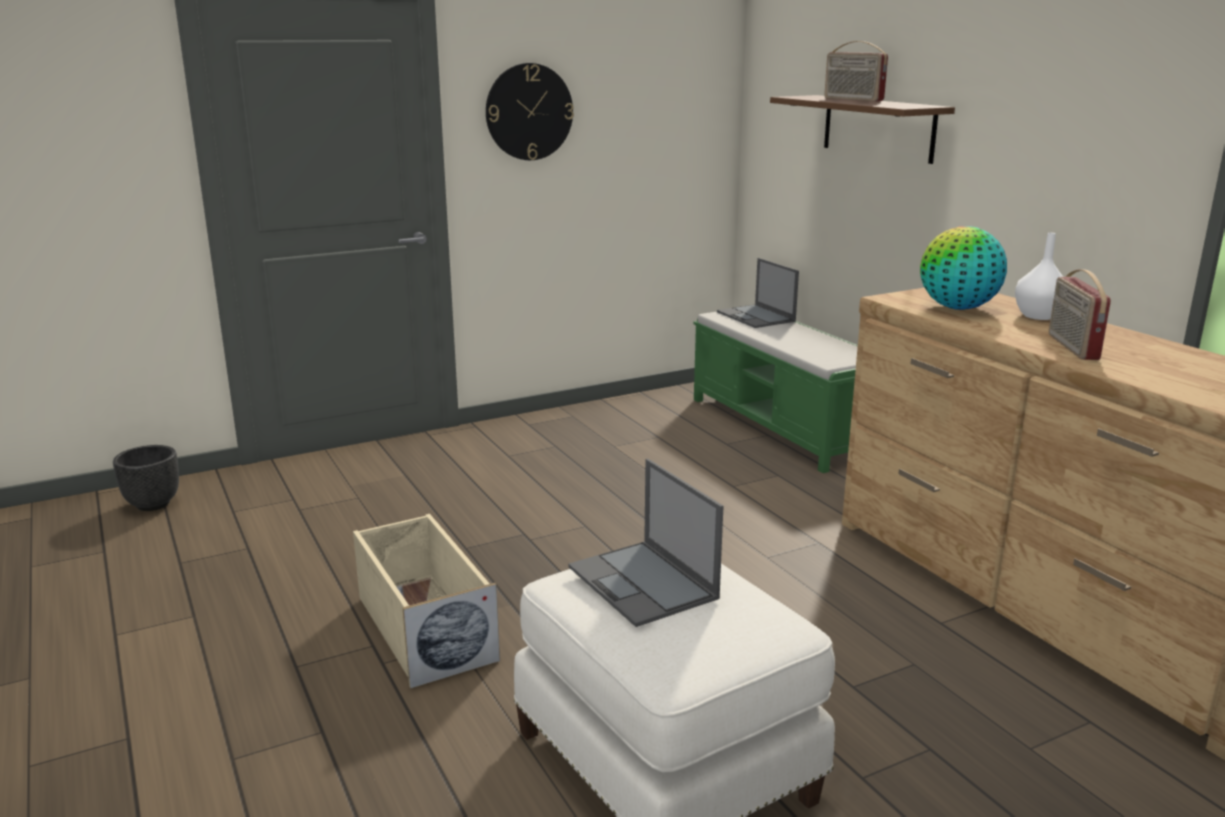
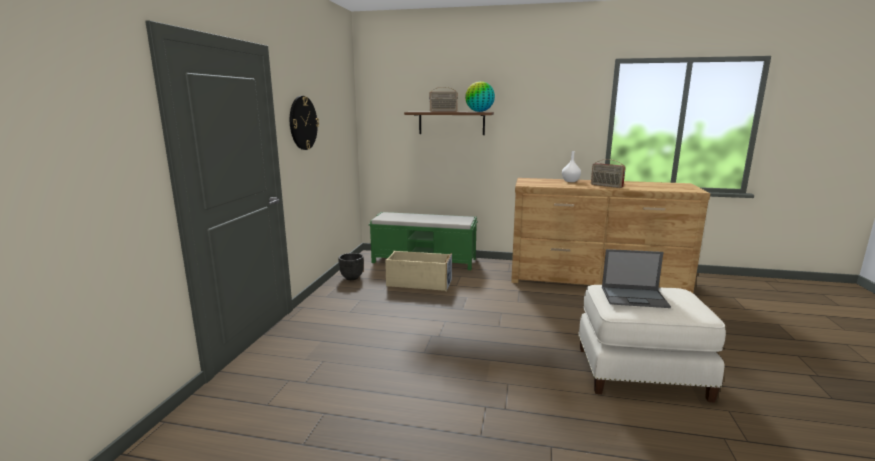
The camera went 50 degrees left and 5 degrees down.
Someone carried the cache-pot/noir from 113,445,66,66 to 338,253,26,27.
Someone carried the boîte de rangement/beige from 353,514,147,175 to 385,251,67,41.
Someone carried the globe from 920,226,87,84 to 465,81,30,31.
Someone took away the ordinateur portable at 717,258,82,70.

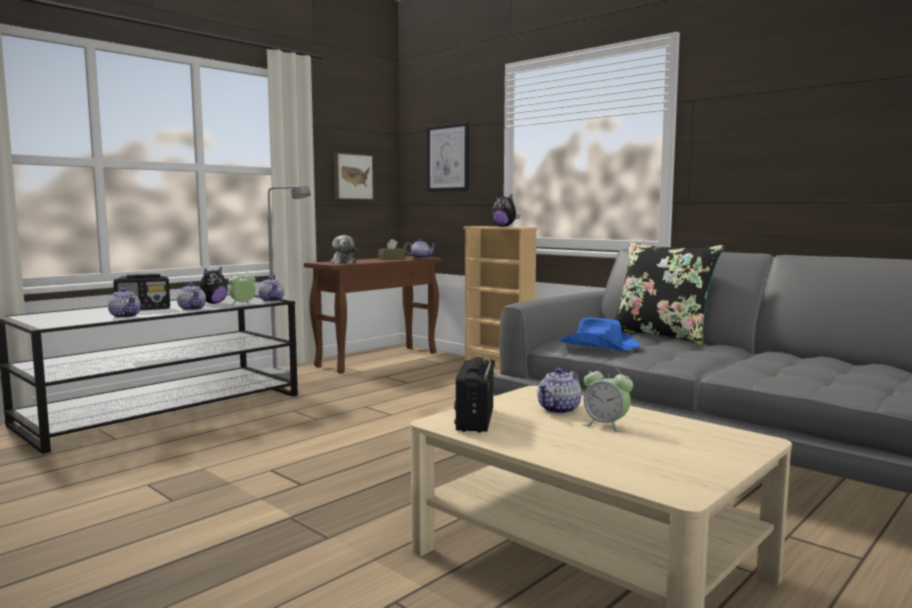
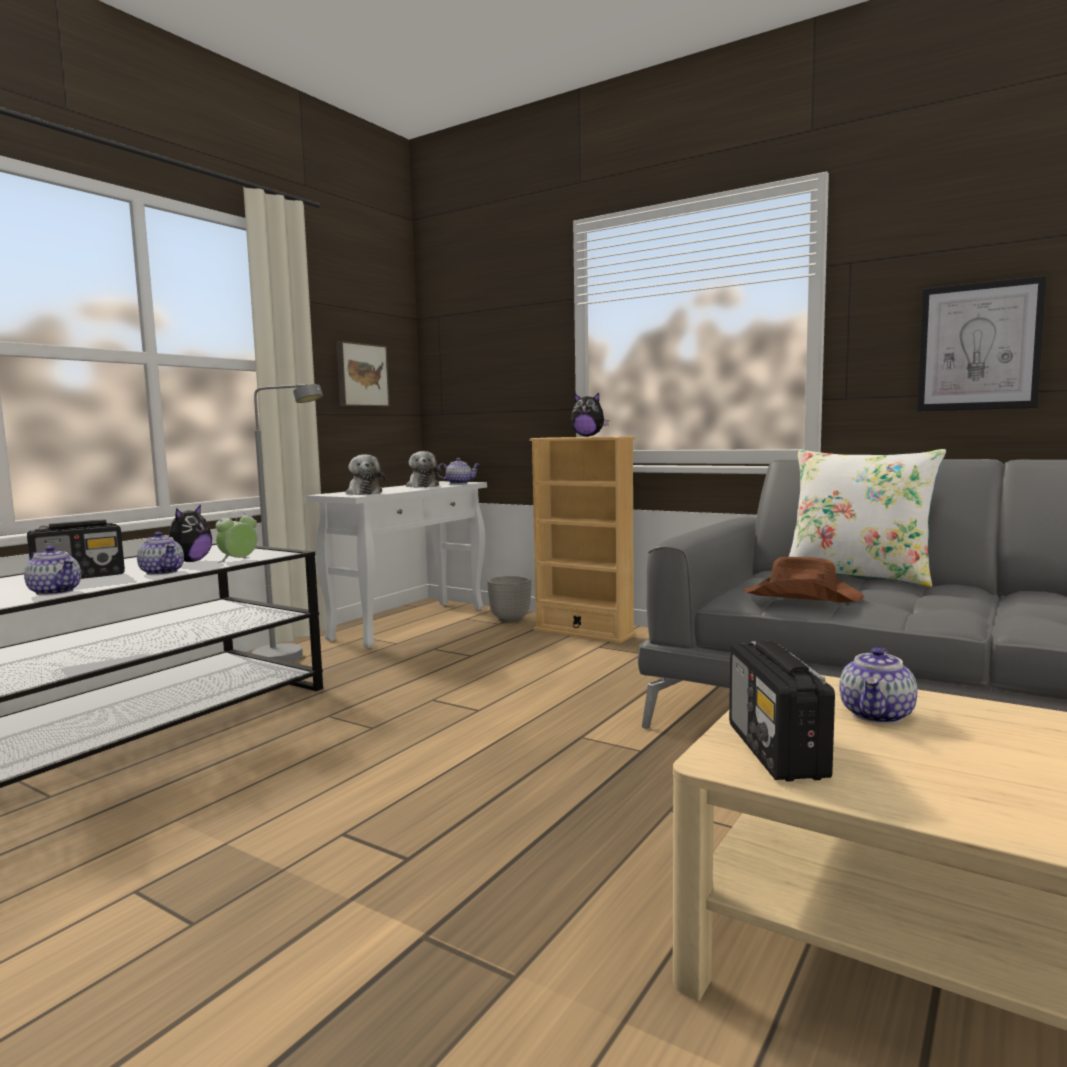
The camera went 10 degrees left and 0 degrees up.
Someone repainted the table console/marron at 304,256,138,117, which became the table console/blanc at 306,481,181,167.
Someone swapped the boîte à mouchoirs/marron at 378,239,27,21 for the peluche at 406,451,35,37.
Someone put down the cache-pot at 487,576,44,47.
Someone repainted the chapeau/bleu at 559,317,81,34, which became the chapeau/marron at 743,557,121,46.
Someone repainted the coussin/noir at 614,242,110,103, which became the coussin/blanc at 789,449,157,138.
Someone carried the tableau from 427,122,42,70 to 917,275,129,136.
Someone took away the théière at 258,276,26,26.
Someone took away the réveil at 583,365,50,67.

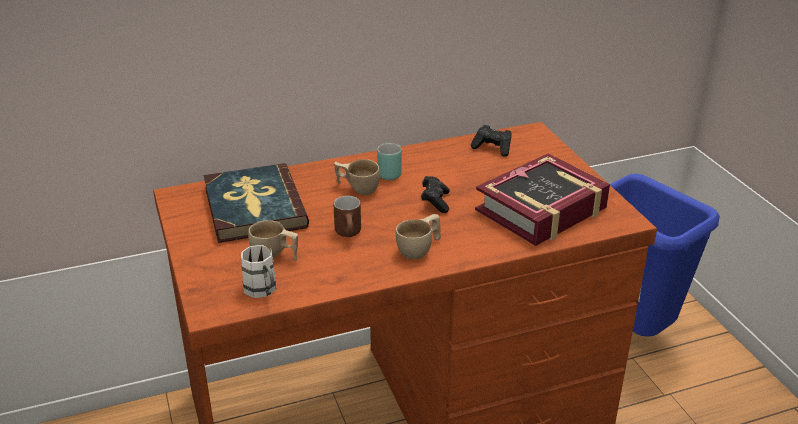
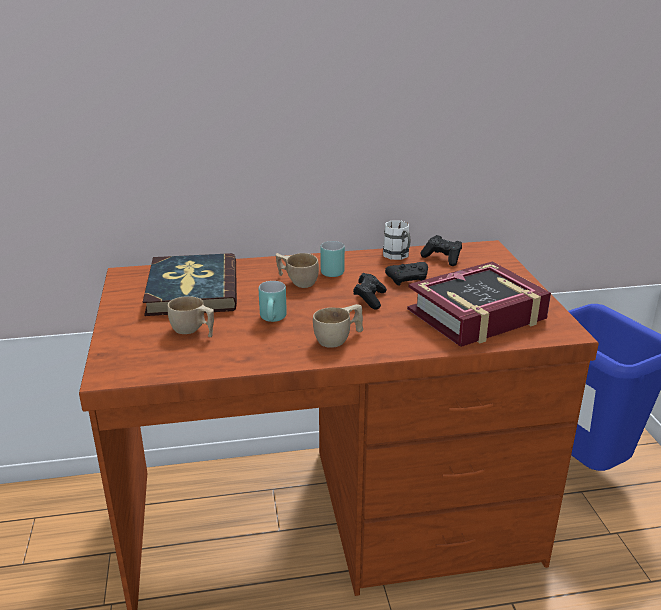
The camera went 10 degrees right and 5 degrees down.
Someone repainted the mug/marron at 334,196,27,41, which became the mug/turquoise at 259,281,28,41.
Someone carried the mug/blanc from 241,245,36,53 to 383,220,27,40.
Someone put down the manette/noir at 385,262,43,24.

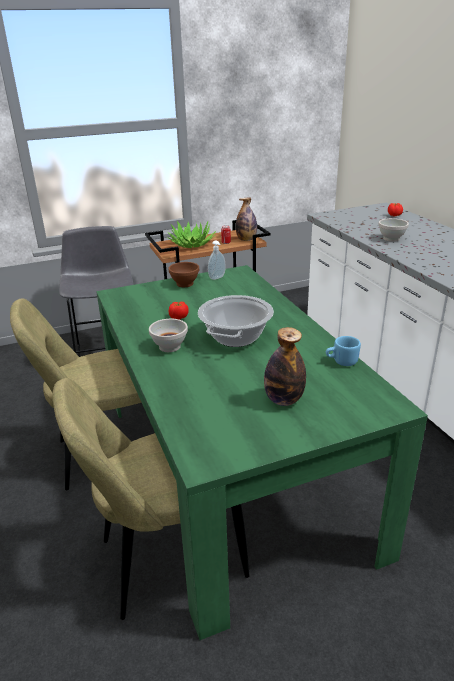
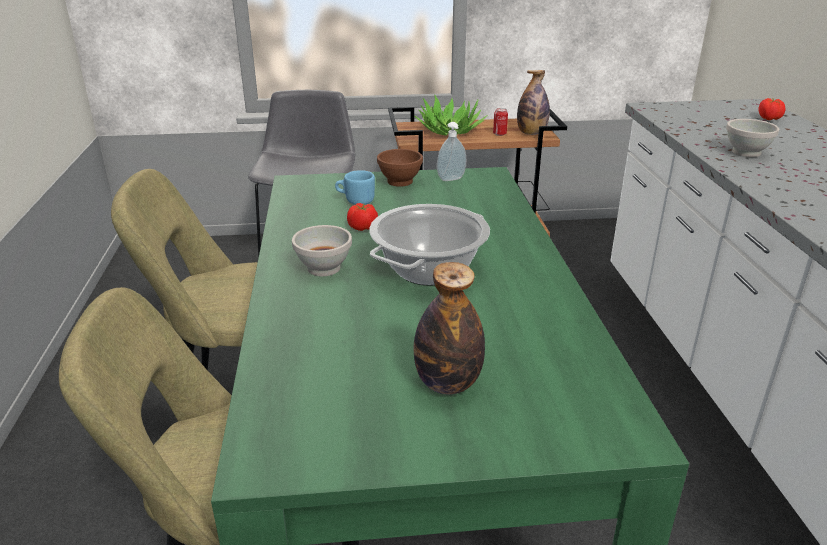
The camera went 15 degrees right and 0 degrees up.
Someone carried the mug/bleu from 326,336,35,30 to 335,170,40,35.

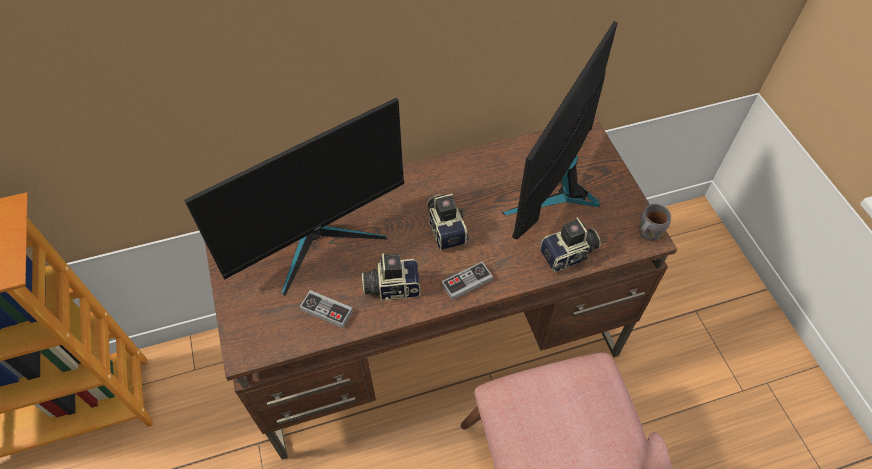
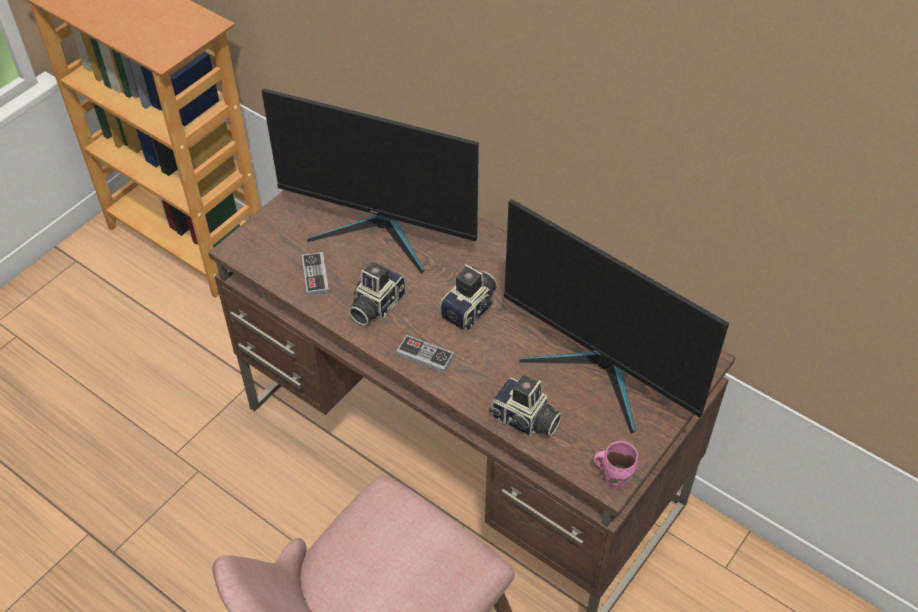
The camera went 55 degrees right and 5 degrees down.
Someone rotated the appareil photo at 362,253,59,48 by 105 degrees counterclockwise.
Someone rotated the écran d'ordinateur at 502,21,116,218 by 135 degrees counterclockwise.
Someone repainted the mug/gris at 639,204,32,37, which became the mug/rose at 593,441,45,47.

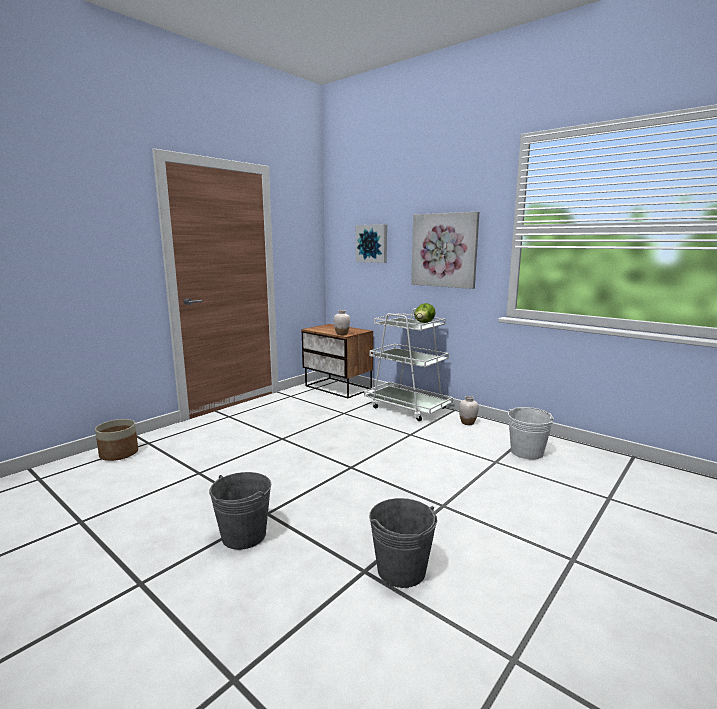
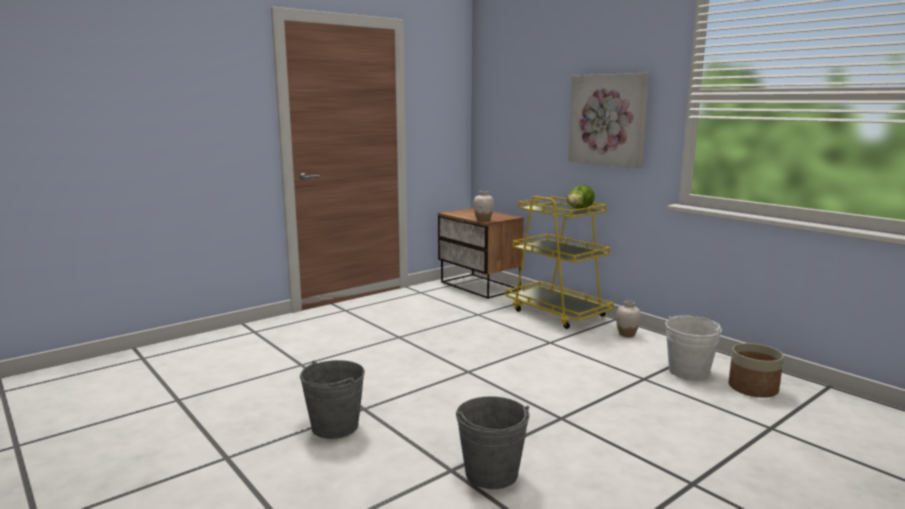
The camera went 10 degrees right and 0 degrees up.
Someone repainted the chariot/blanc at 364,308,89,113, which became the chariot/jaune at 505,196,109,133.
Someone carried the cache-pot from 95,419,43,42 to 729,343,55,54.
Someone took away the tableau at 356,224,31,39.

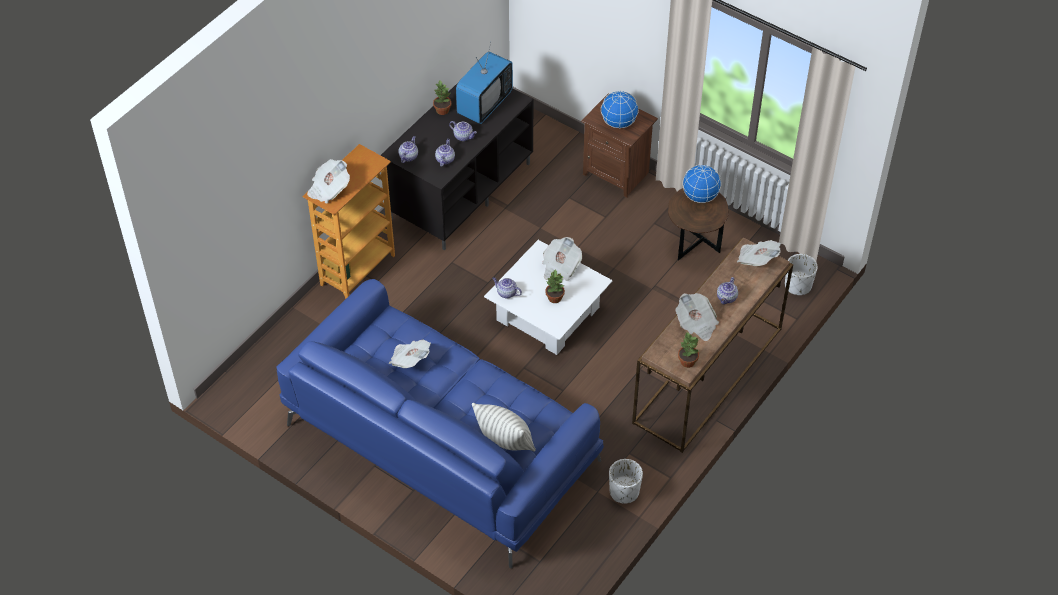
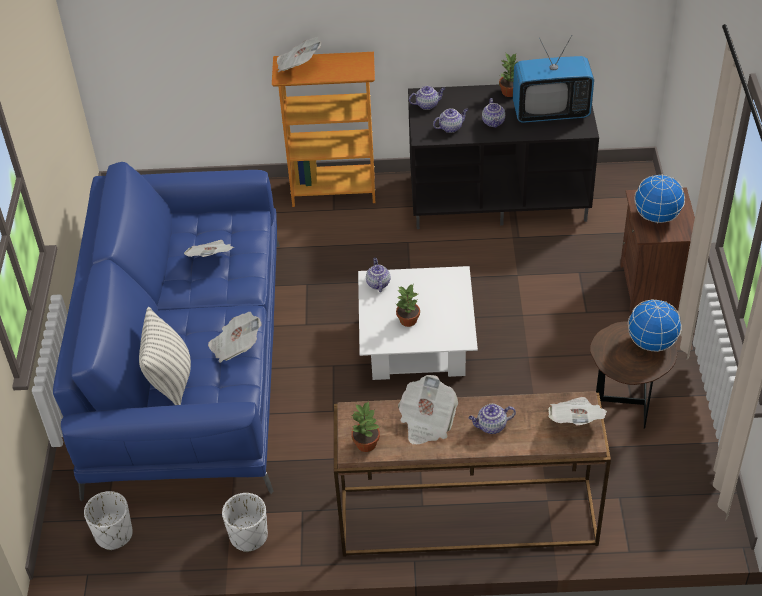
The camera went 55 degrees right and 5 degrees down.
Someone carried the cache-pot/blanc from 785,254,33,41 to 84,491,49,59.
Someone carried the journal from 542,237,40,44 to 208,312,54,51.

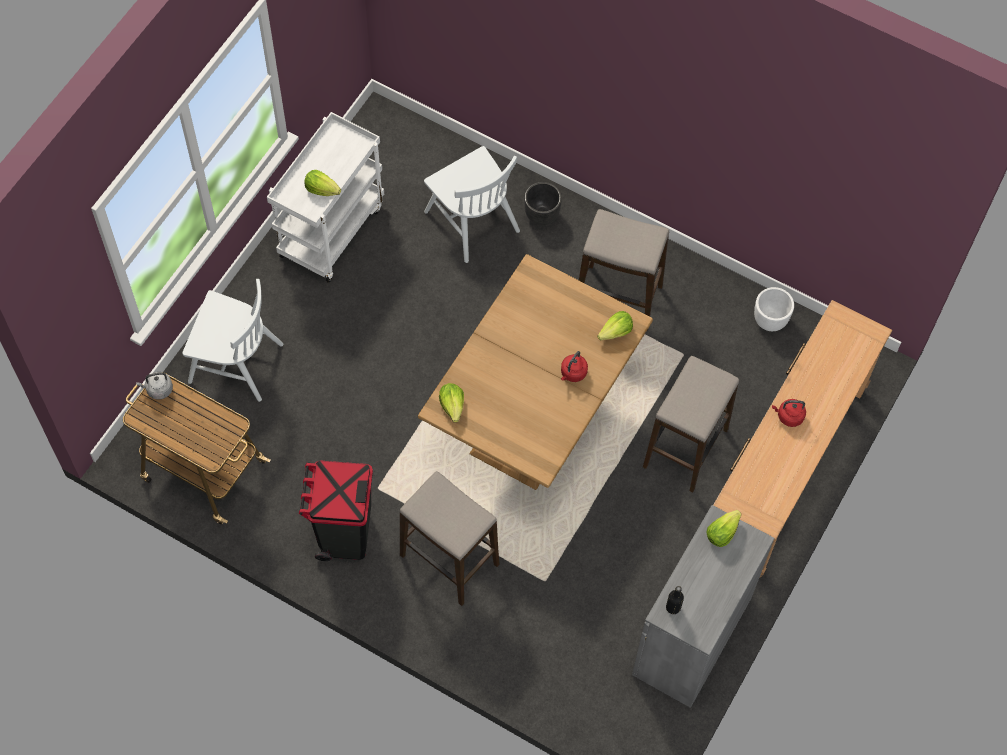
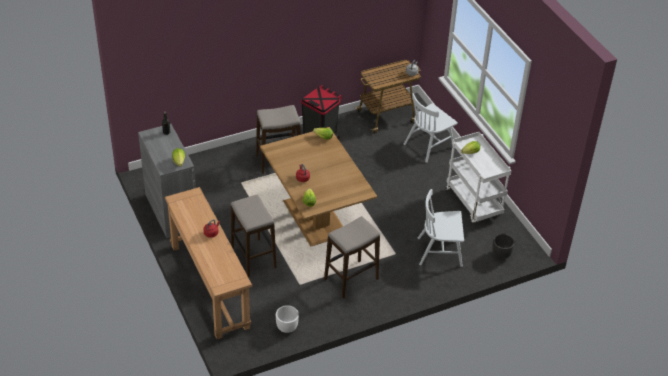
The camera went 125 degrees right and 20 degrees down.
Someone carried the cache-pot/noir from 524,182,38,43 to 492,234,23,25.

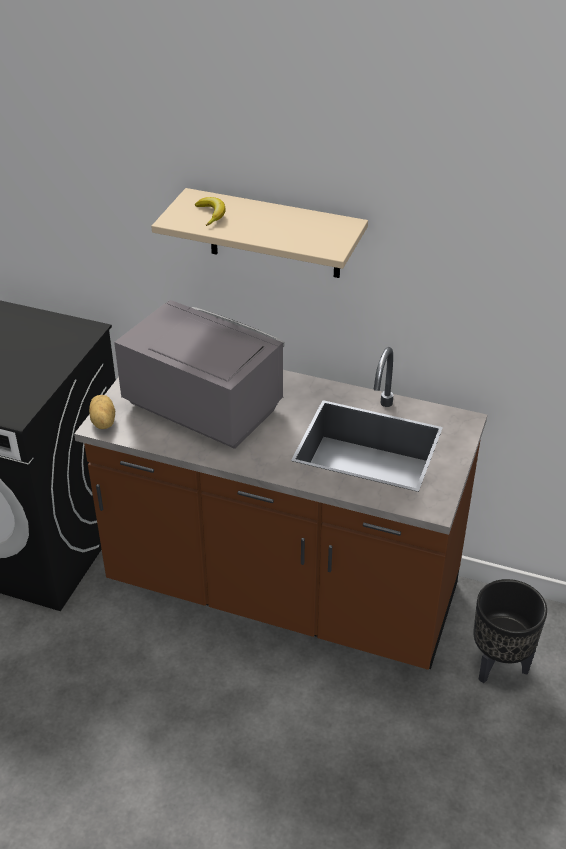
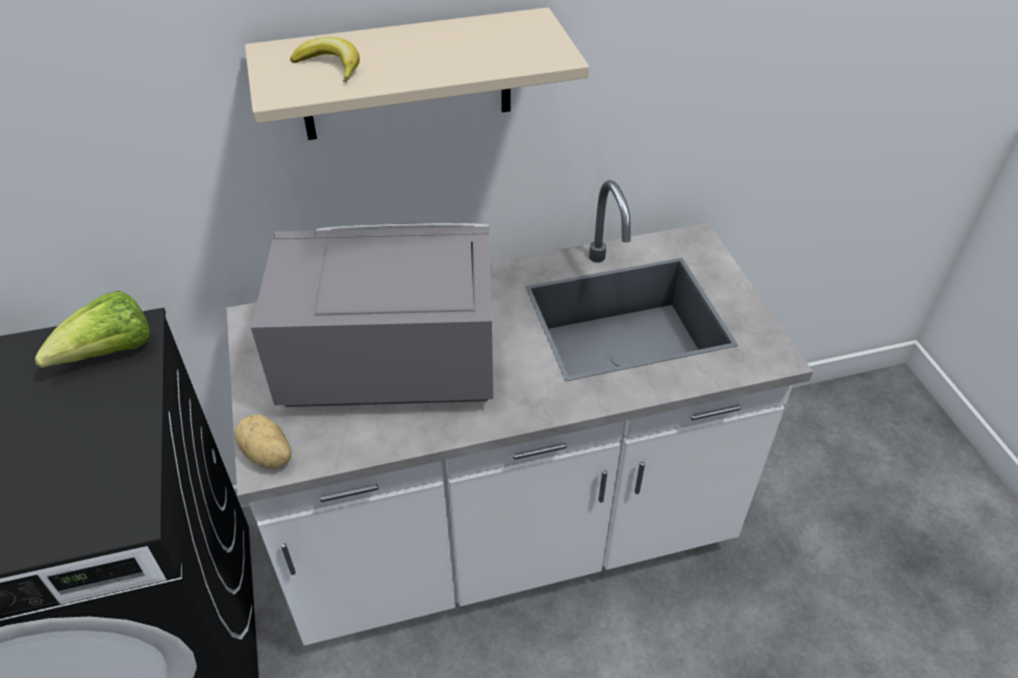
The camera went 35 degrees left and 5 degrees up.
Someone put down the laitue at 35,291,115,77.
Someone repainted the comptoir de cuisine/marron at 74,347,413,323, which became the comptoir de cuisine/blanc at 227,180,586,466.
Someone took away the cache-pot/noir at 473,579,74,104.

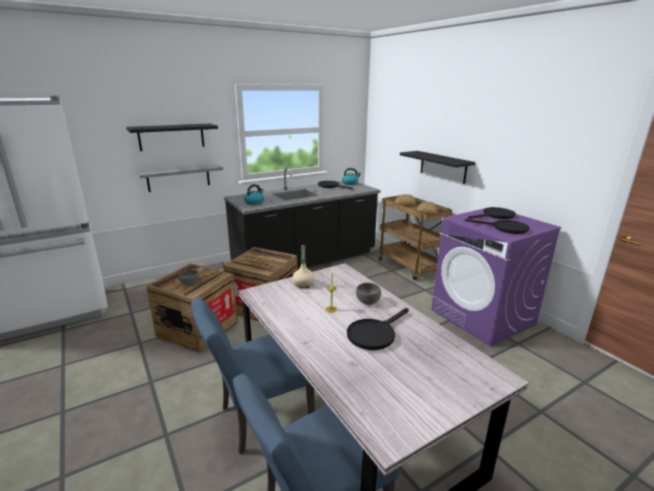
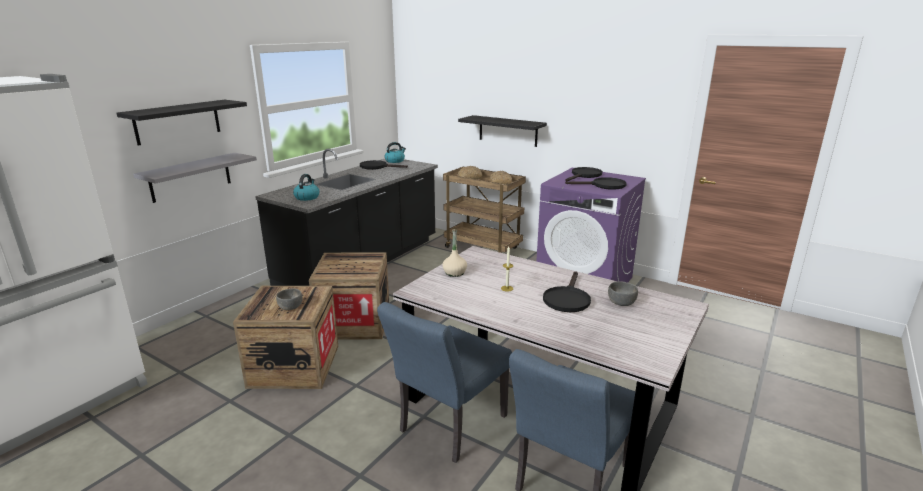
The camera went 25 degrees left and 0 degrees up.
Someone carried the bol/gris from 356,283,25,22 to 608,281,30,25.

